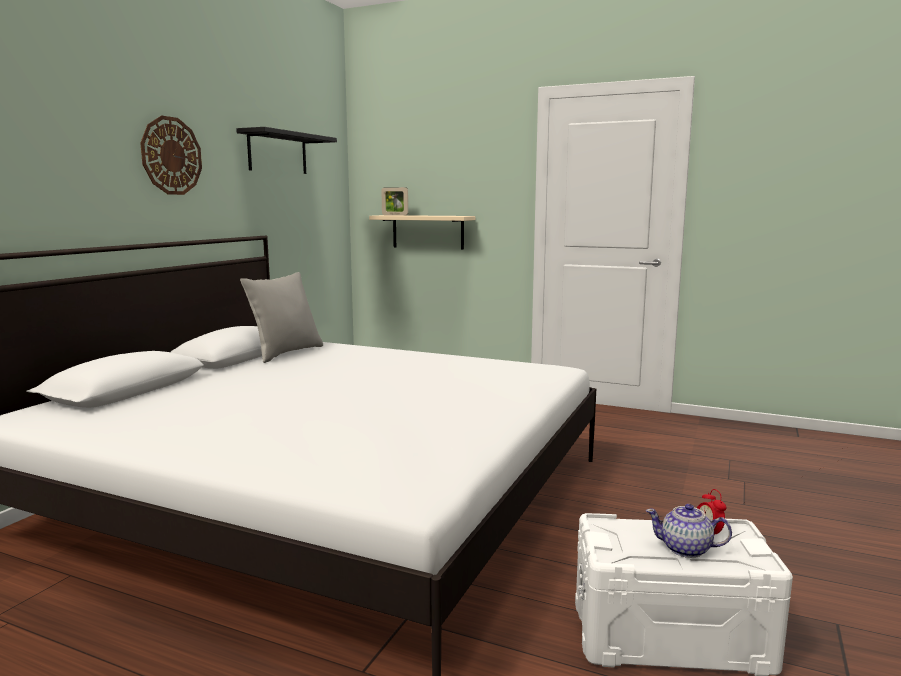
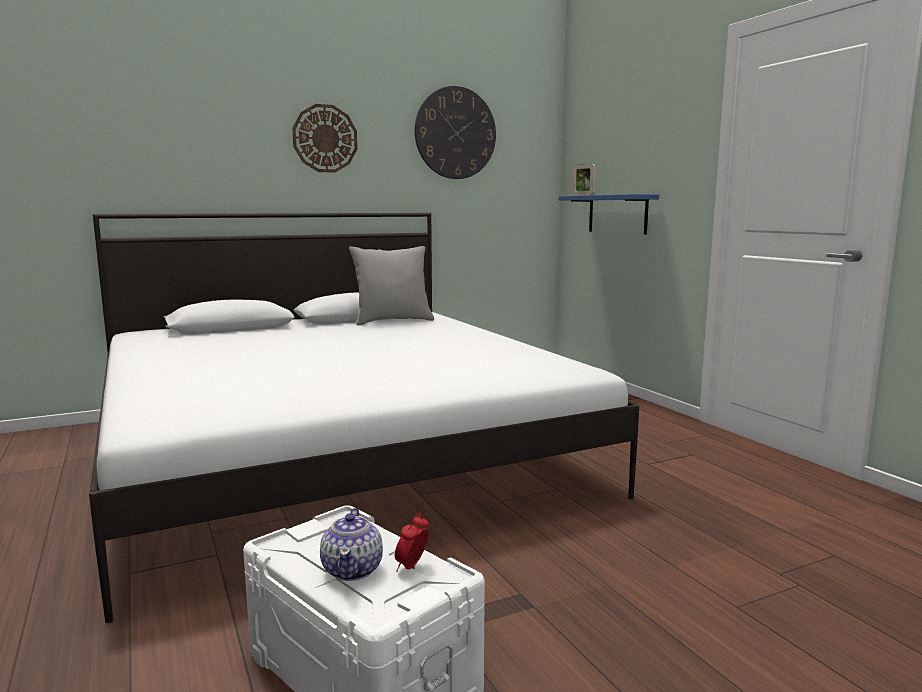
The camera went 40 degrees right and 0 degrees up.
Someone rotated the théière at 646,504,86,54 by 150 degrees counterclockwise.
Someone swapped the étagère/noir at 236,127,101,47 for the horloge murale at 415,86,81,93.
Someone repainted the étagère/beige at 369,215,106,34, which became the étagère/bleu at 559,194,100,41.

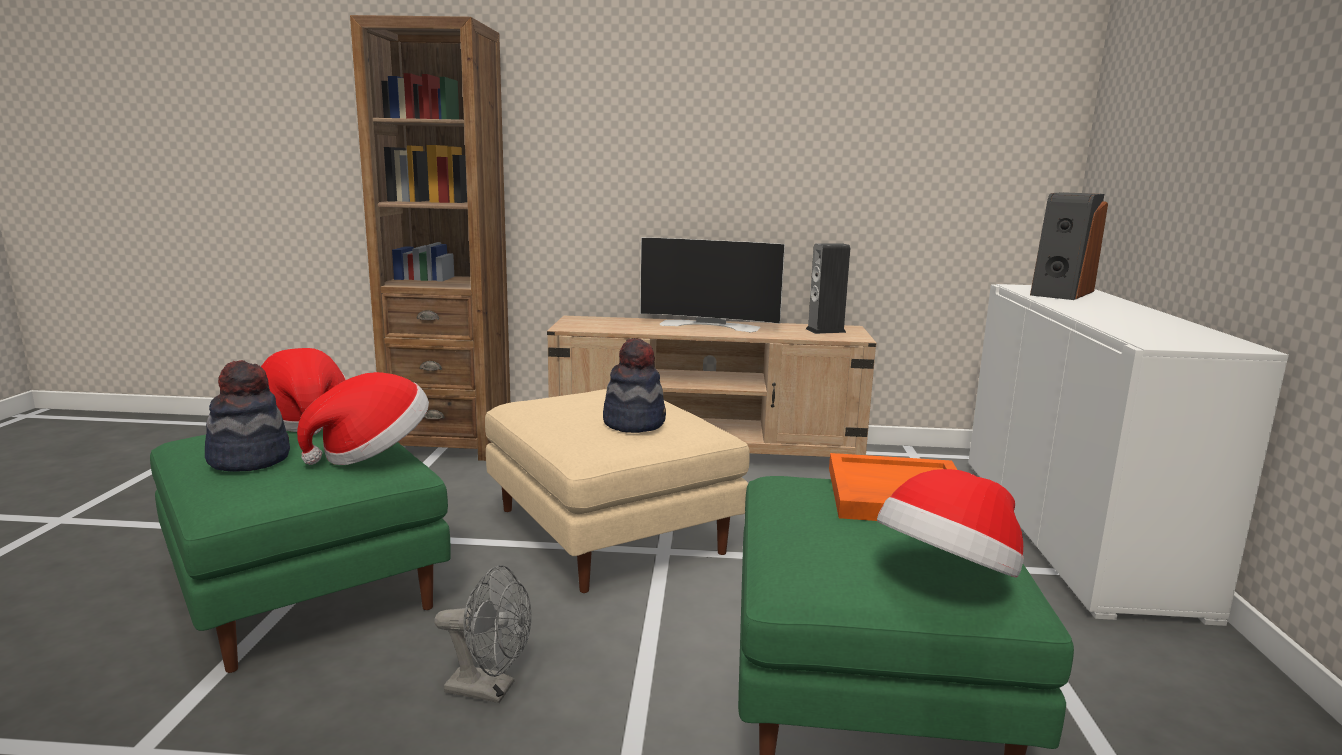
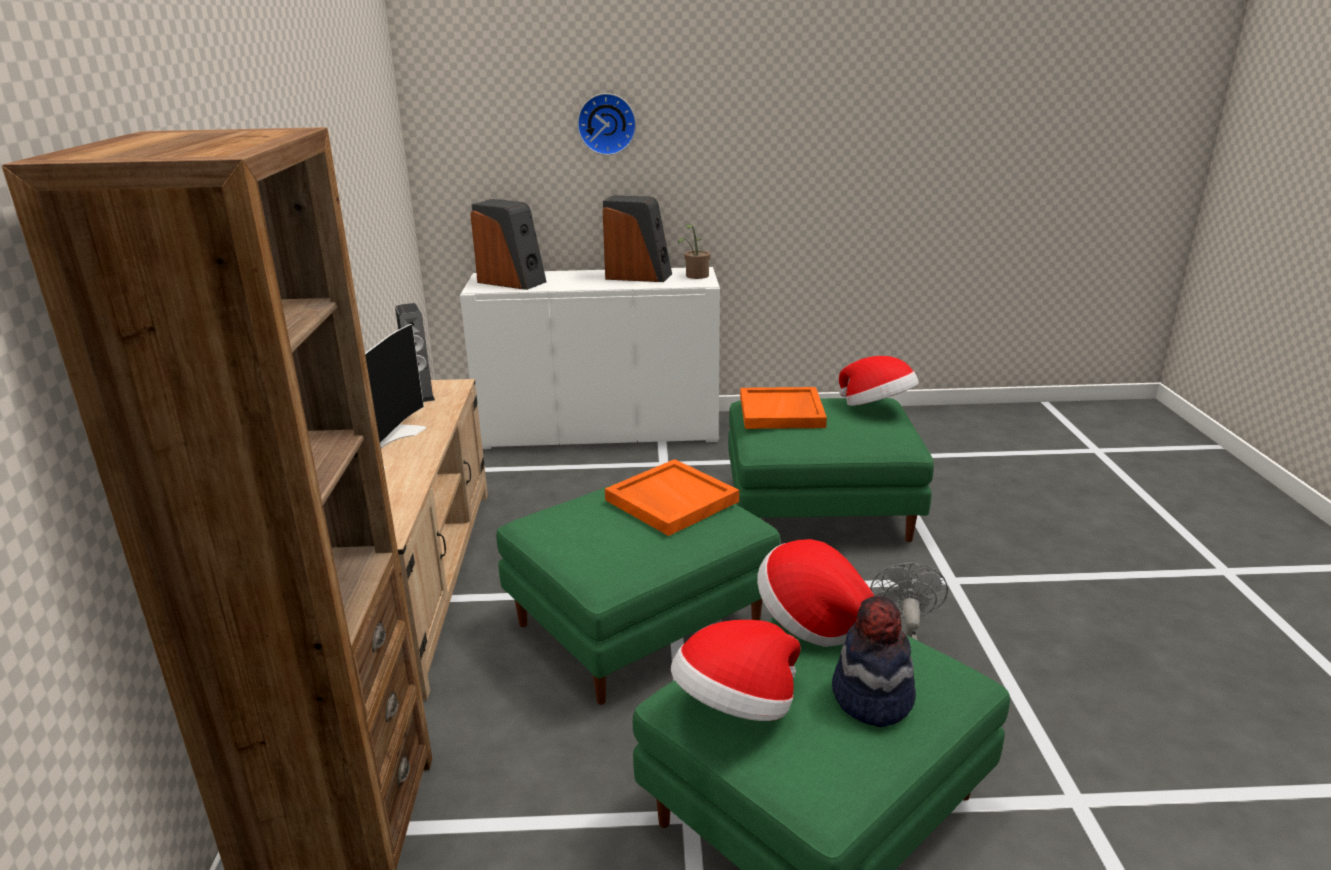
The camera went 95 degrees left and 10 degrees up.
Someone repainted the pouf/beige at 485,389,265,204, which became the pouf/vert at 496,483,285,222.
Someone put up the horloge murale at 577,93,59,62.
Someone put down the enceinte at 603,195,69,87.
Someone swapped the chapeau at 603,338,63,95 for the plateau/orange at 605,459,134,77.
Someone put down the plante en pot at 678,225,32,54.

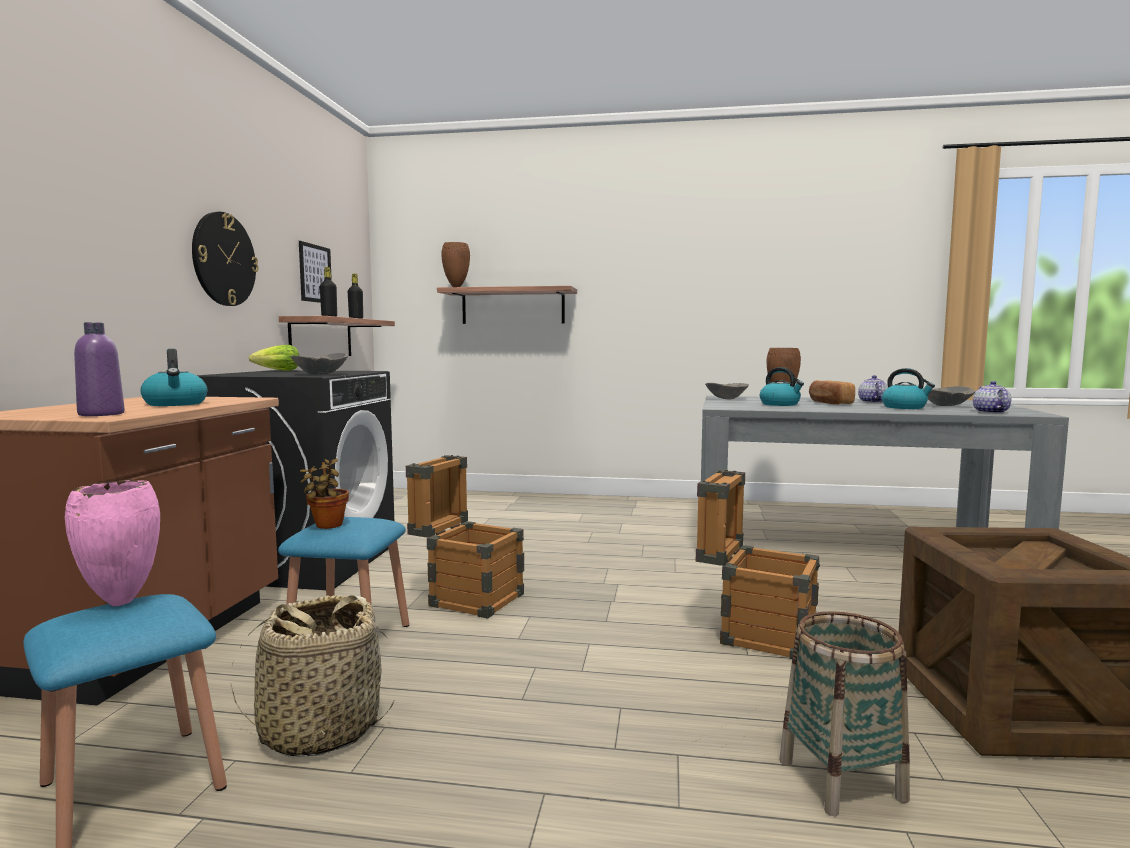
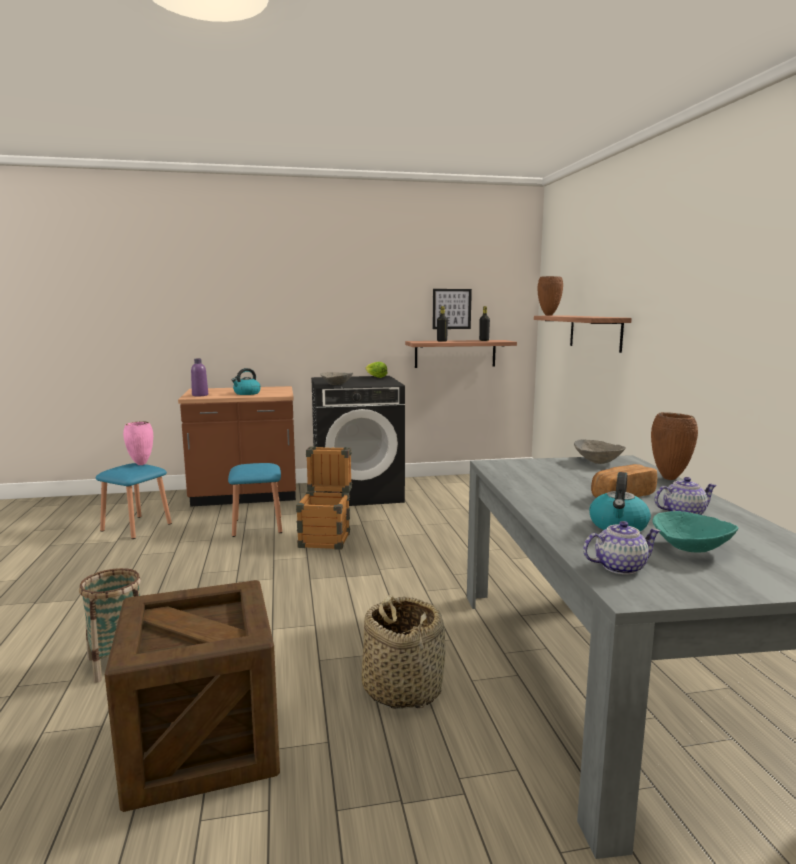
The camera went 70 degrees right and 5 degrees up.
Someone carried the panier from 231,595,164,162 to 362,595,83,114.
Someone repainted the bol/gris at 928,386,48,20, which became the bol/turquoise at 652,511,86,41.
Someone took away the horloge murale at 192,212,66,94.
Someone took away the plante en pot at 300,459,49,70.
Someone took away the caisse at 696,470,124,189.
Someone took away the bouilloire at 760,367,44,39.

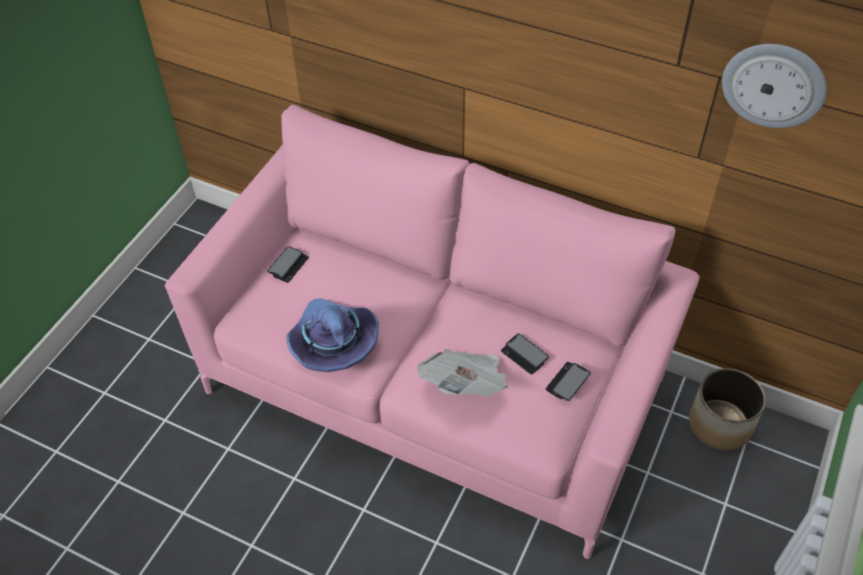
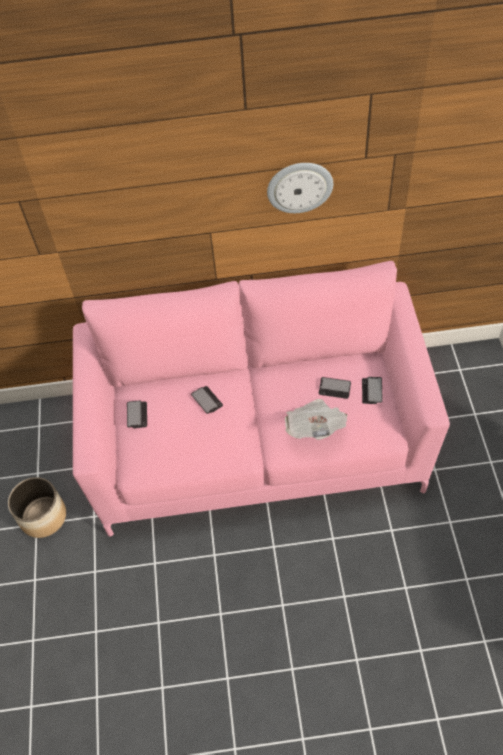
The camera went 30 degrees left and 5 degrees up.
Someone carried the cache-pot from 689,368,76,82 to 8,477,58,61.
Someone put down the téléphone at 191,386,32,28.
Someone carried the horloge murale from 722,44,105,84 to 267,163,66,50.
Someone took away the chapeau/violet at 287,298,92,74.

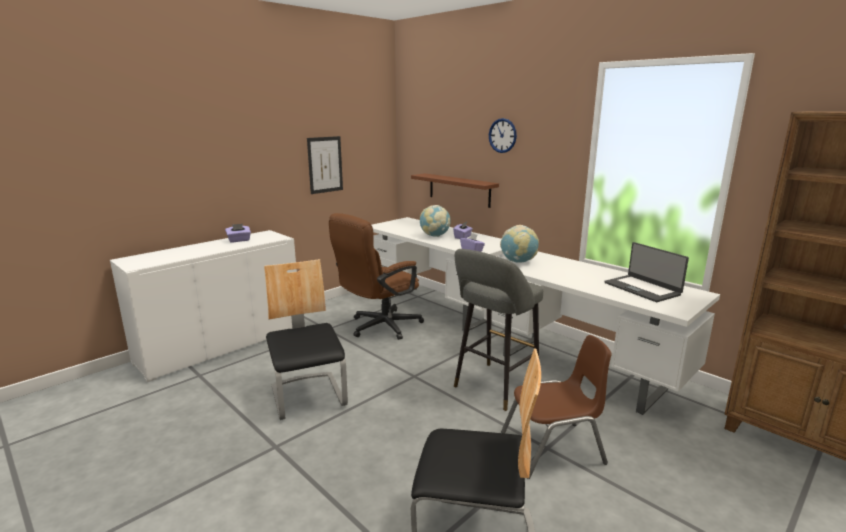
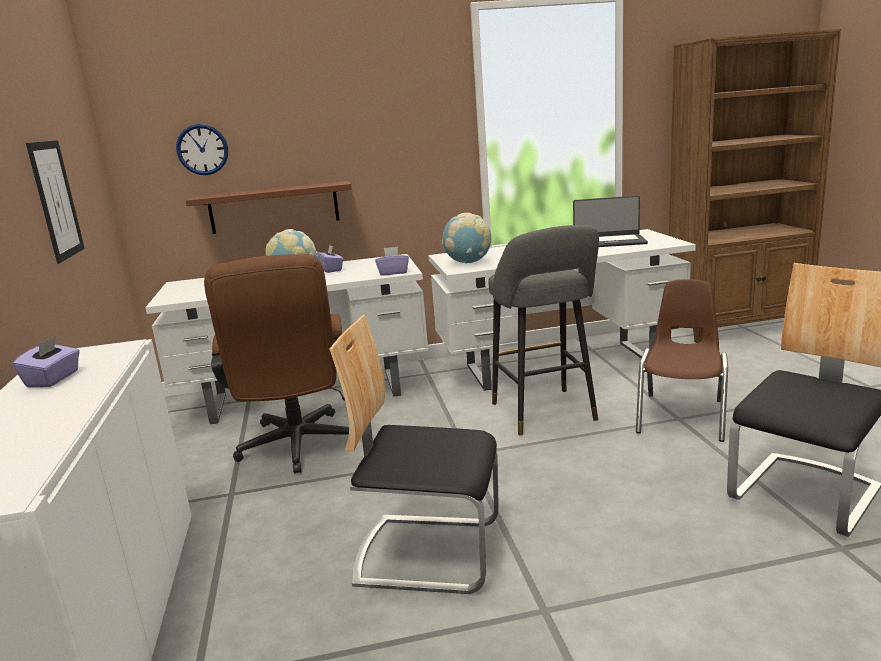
The camera went 55 degrees left and 0 degrees up.
Someone carried the horloge murale from 489,118,28,35 to 176,124,52,51.

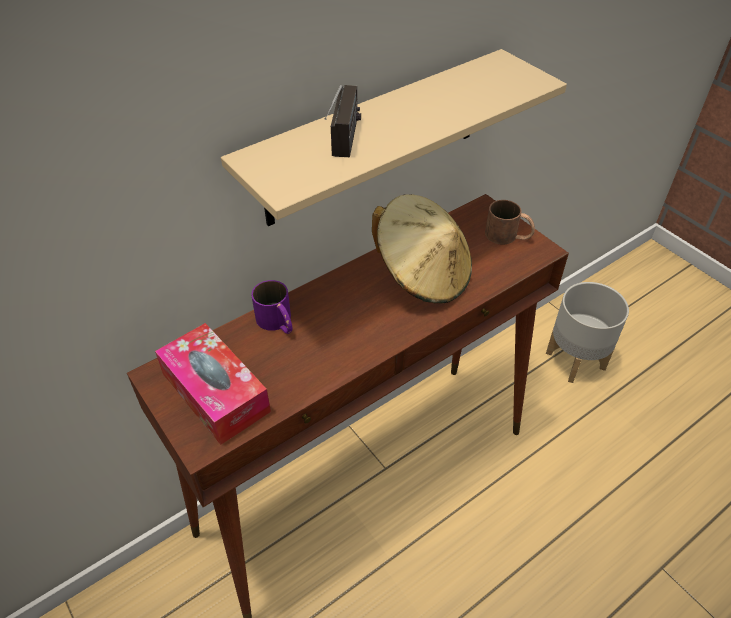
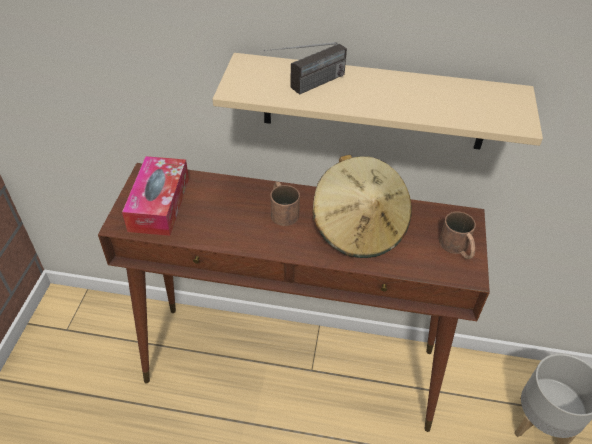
The camera went 45 degrees right and 0 degrees up.
Someone put down the mug/marron at 271,182,29,44.
Someone took away the mug/violet at 251,280,42,54.

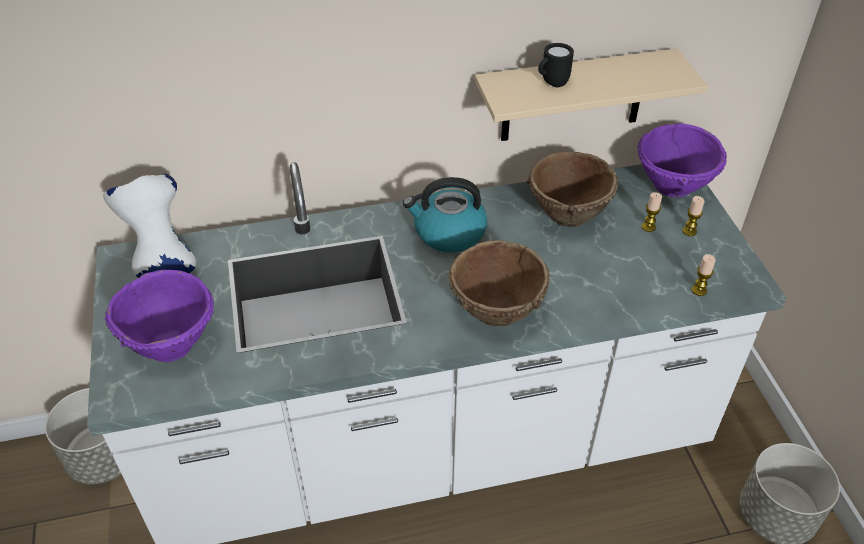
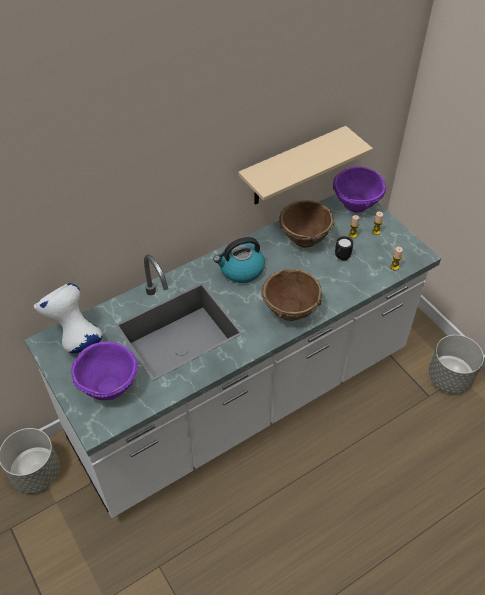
The camera went 20 degrees left and 5 degrees up.
Someone carried the mug/noir from 538,43,36,44 to 335,236,18,25.

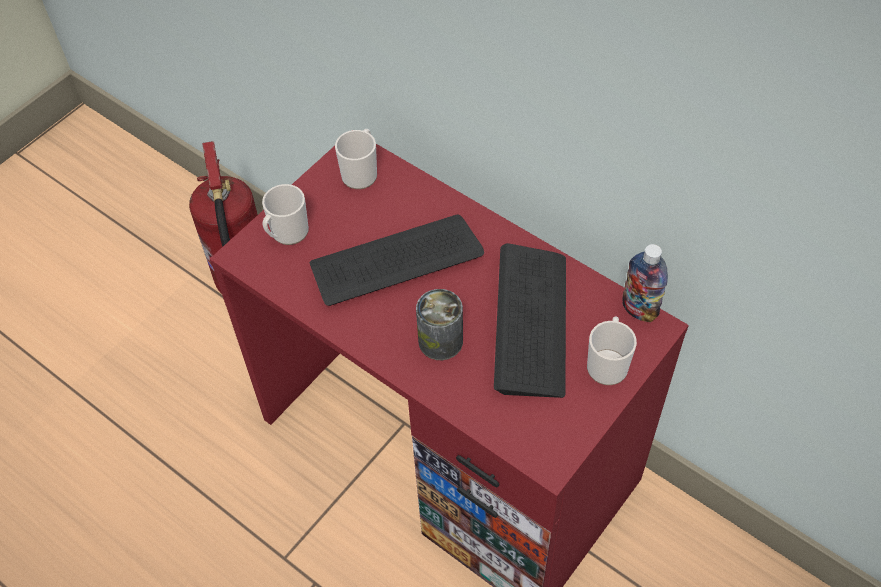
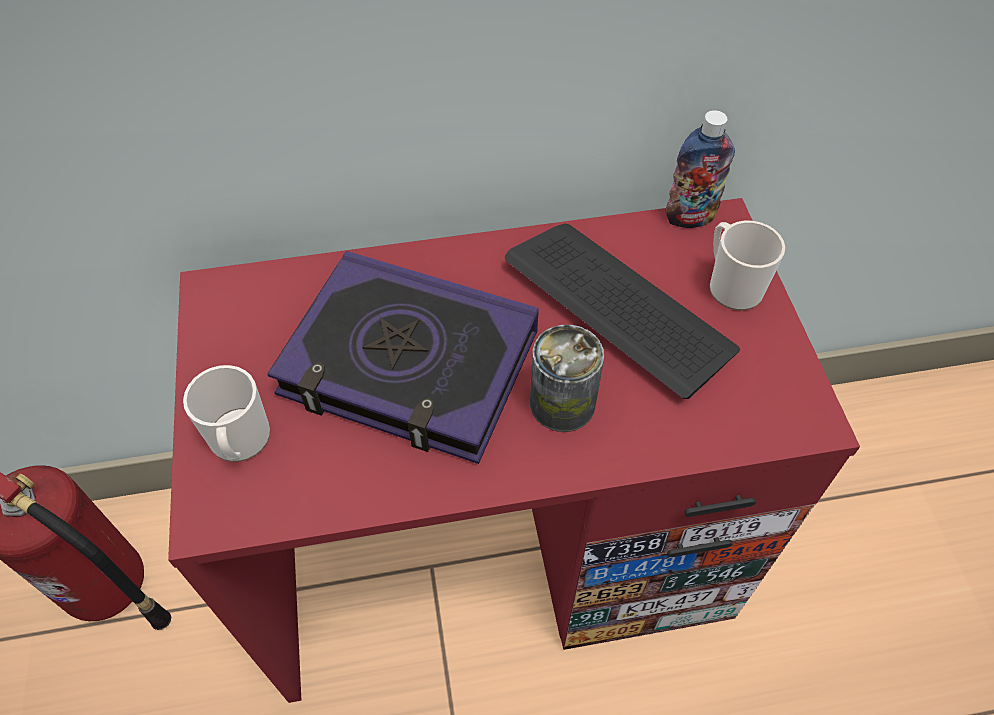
The camera went 50 degrees left and 0 degrees up.
Someone swapped the clavier at 310,215,174,91 for the livre at 267,251,272,213.
Someone took away the mug at 335,129,42,60.

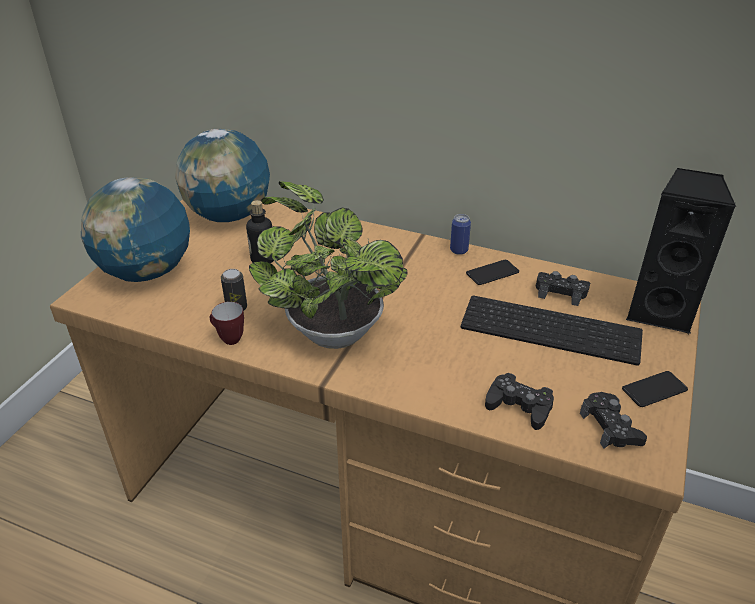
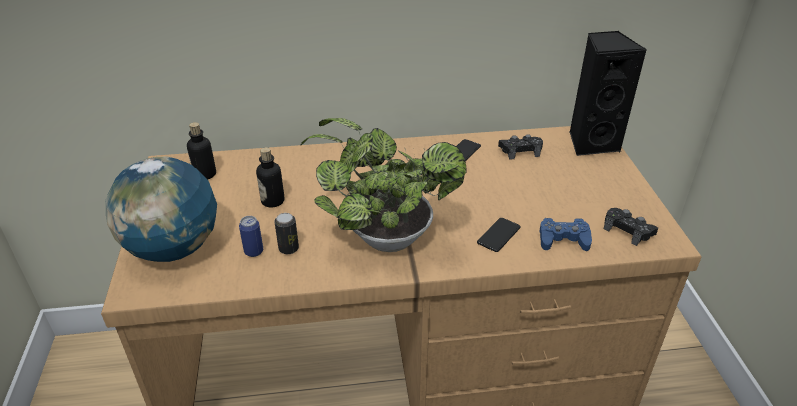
The camera went 30 degrees left and 0 degrees up.
Someone swapped the globe at 175,129,95,93 for the bouteille at 187,122,29,58.
Someone carried the boîte métallique from 450,214,21,41 to 239,216,24,41.
Someone carried the téléphone from 622,371,66,36 to 477,218,44,34.
Someone repainted the manette/noir at 485,373,69,57, which became the manette/bleu at 540,218,52,33.
Someone took away the mug at 210,302,34,43.
Someone took away the clavier at 461,296,182,70.

